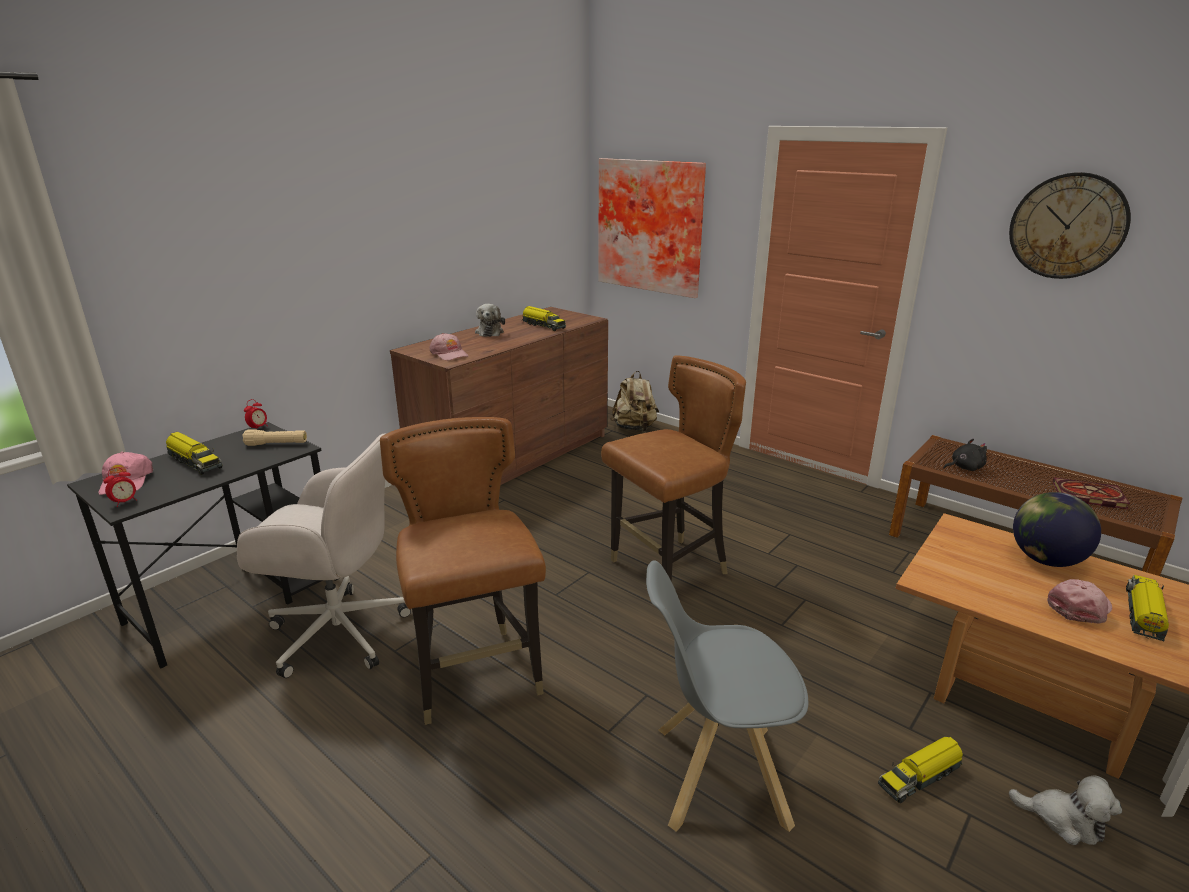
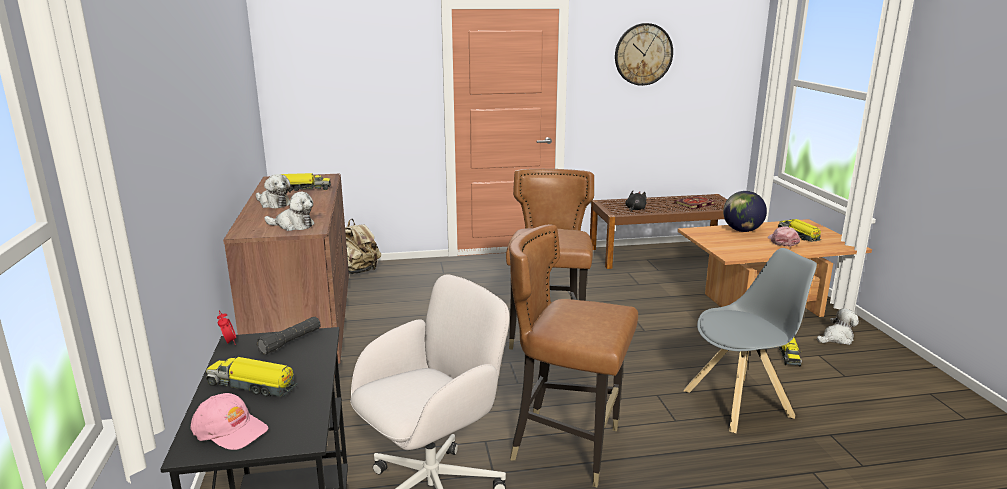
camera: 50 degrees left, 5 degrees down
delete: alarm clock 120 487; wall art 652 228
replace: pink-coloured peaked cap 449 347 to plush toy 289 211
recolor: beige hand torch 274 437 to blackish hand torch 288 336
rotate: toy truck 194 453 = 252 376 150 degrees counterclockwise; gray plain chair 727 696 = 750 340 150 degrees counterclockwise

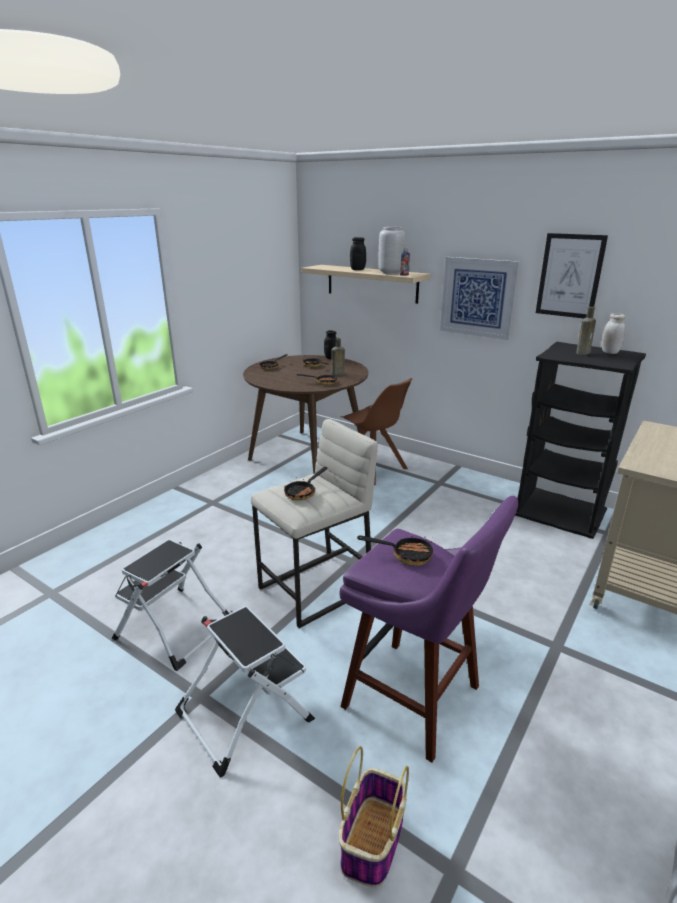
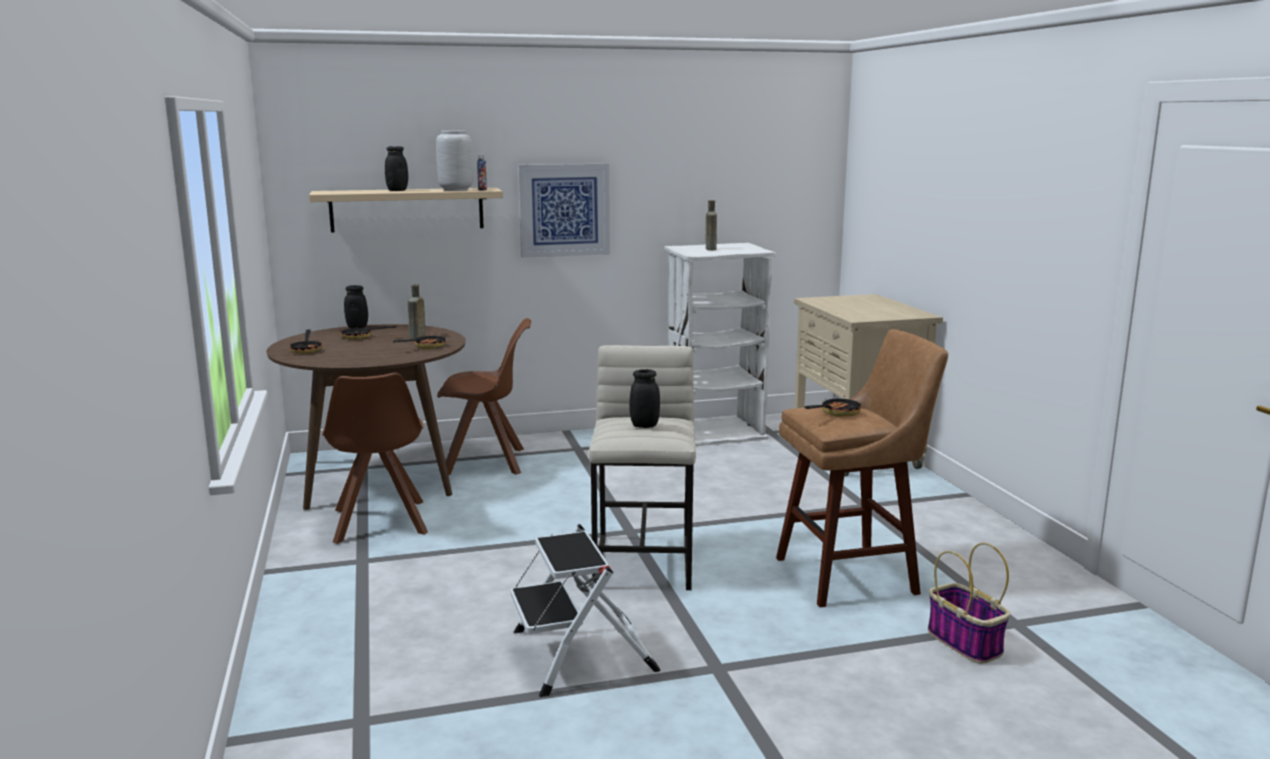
camera: 50 degrees left, 10 degrees down
delete: step ladder 245 692; wall art 572 275; white-coloured preserve jar 613 333
insert: brown-coloured plain chair 375 458
replace: skillet 305 484 to blackish preserve jar 644 398
recolor: blackish bookshelf 580 440 to white-coloured bookshelf 720 344; purplish stool 428 629 to brown-coloured stool 862 468

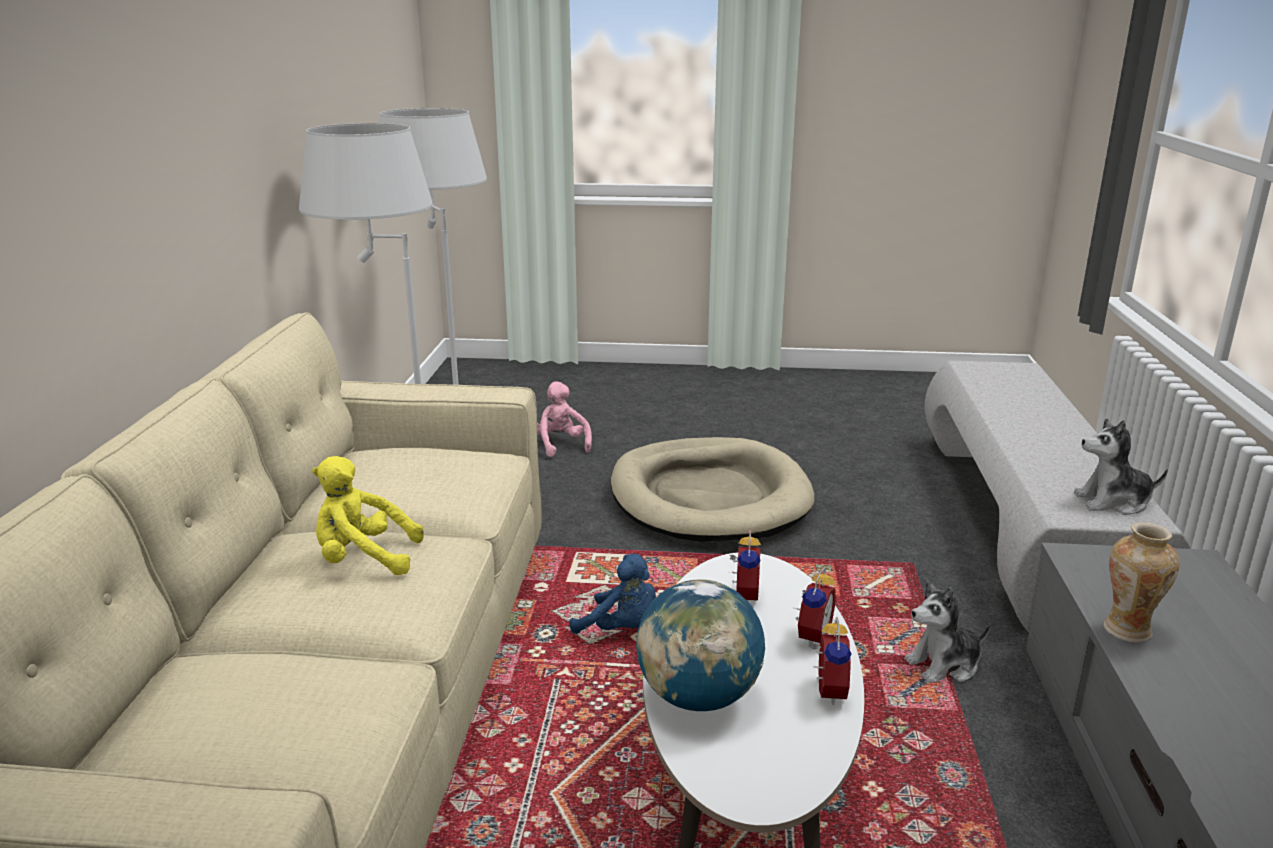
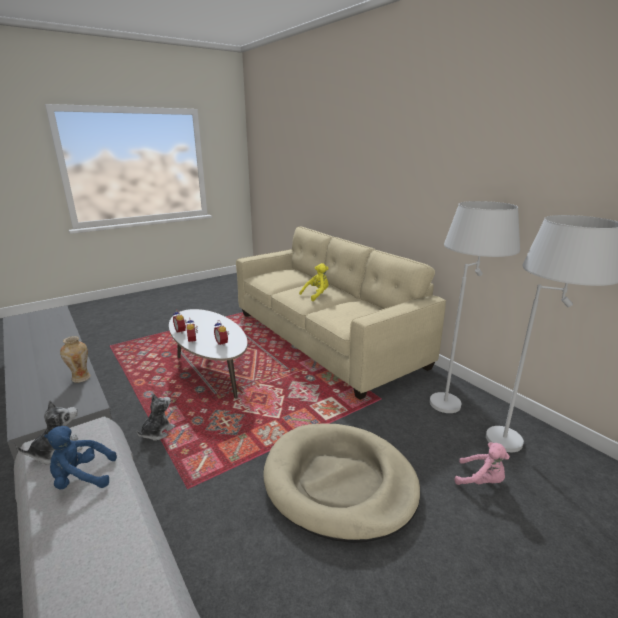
camera: 140 degrees right, 0 degrees up
delete: globe 700 645
move: blue plush toy 613 594 to 80 457

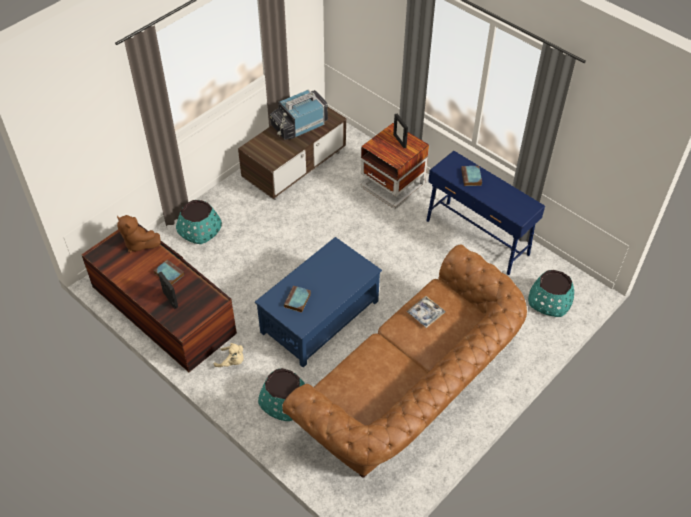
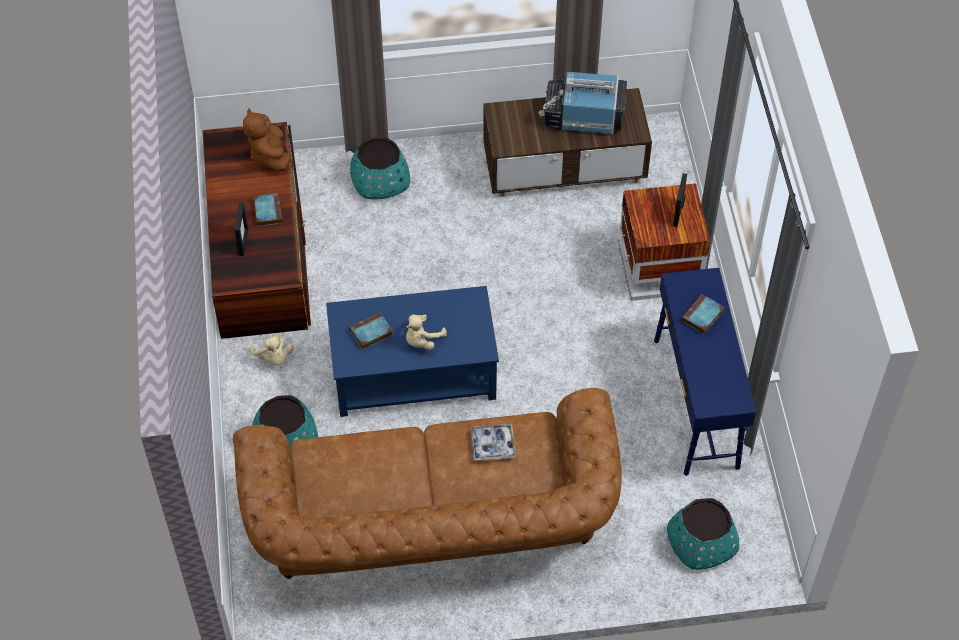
camera: 40 degrees right, 5 degrees up
insert: beige plush toy 426 332

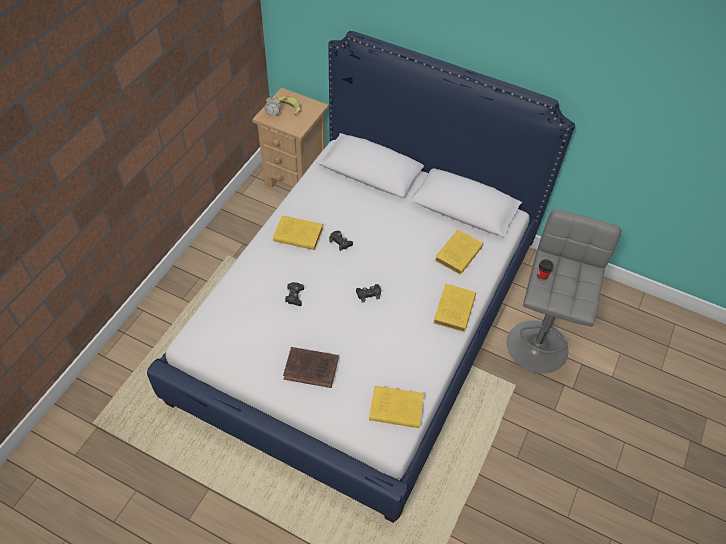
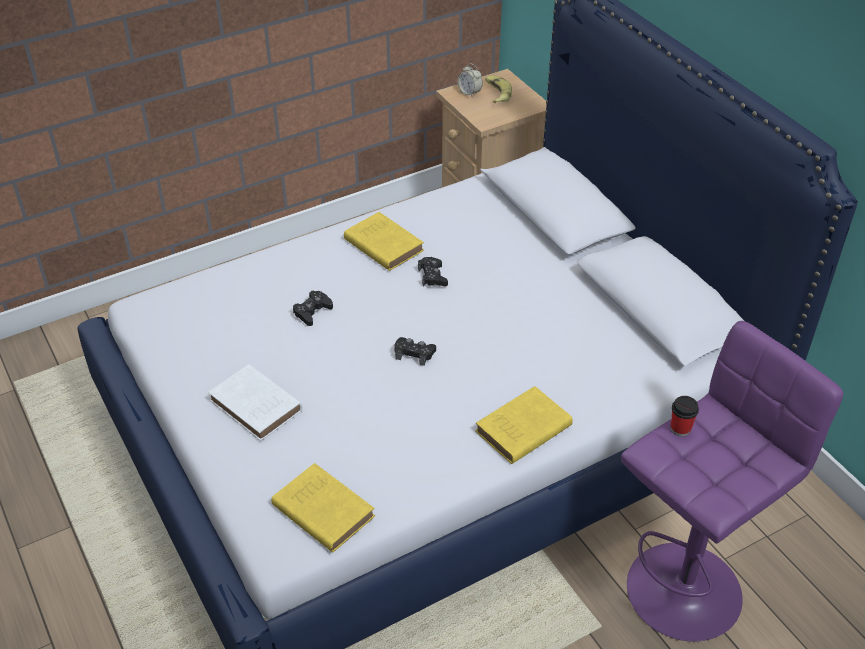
camera: 35 degrees right, 10 degrees down
delete: yellow volume 458 252
recolor: brown-coloured volume 311 367 to white-coloured volume 255 402; gray stool 564 292 to purplish stool 732 481

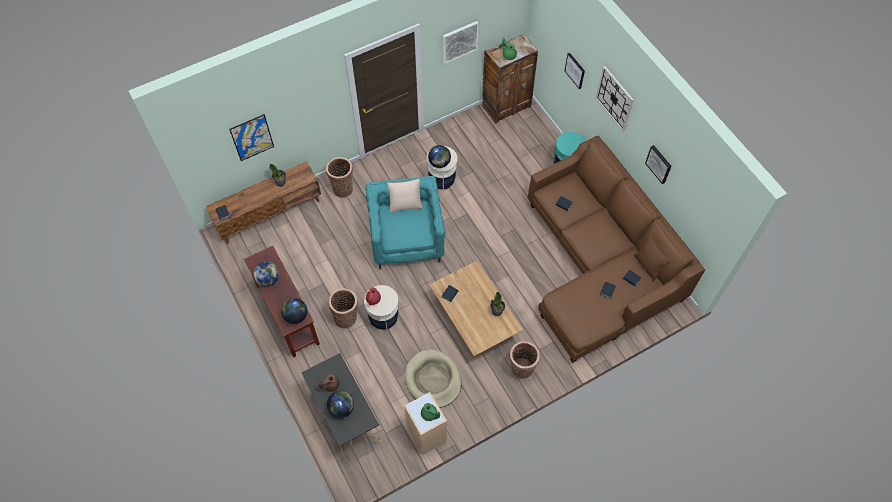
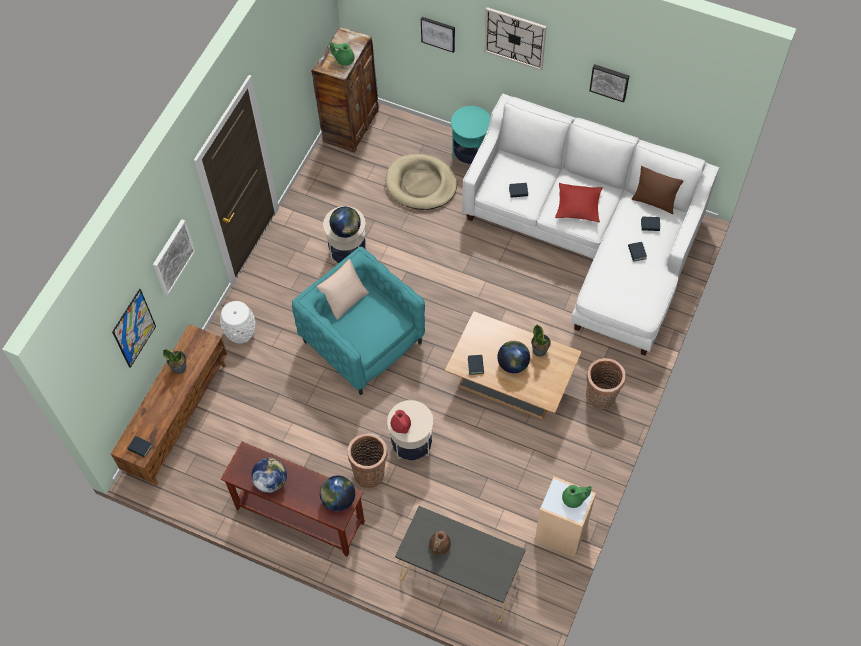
camera: 35 degrees left, 0 degrees up
insert: red-coloured cushion 578 203
move: wall art 461 42 to 174 257; beige dog cushion 433 378 to 421 182; globe 340 404 to 513 357
replace: basket 339 177 to white-coloured stool 237 322
recolor: brown-coloured settee 616 249 to white-coloured settee 590 225

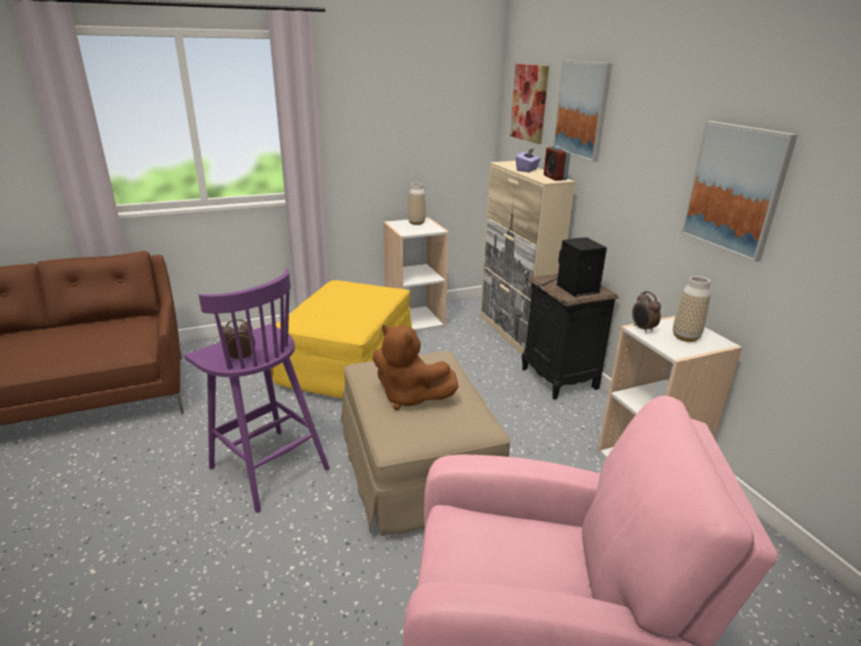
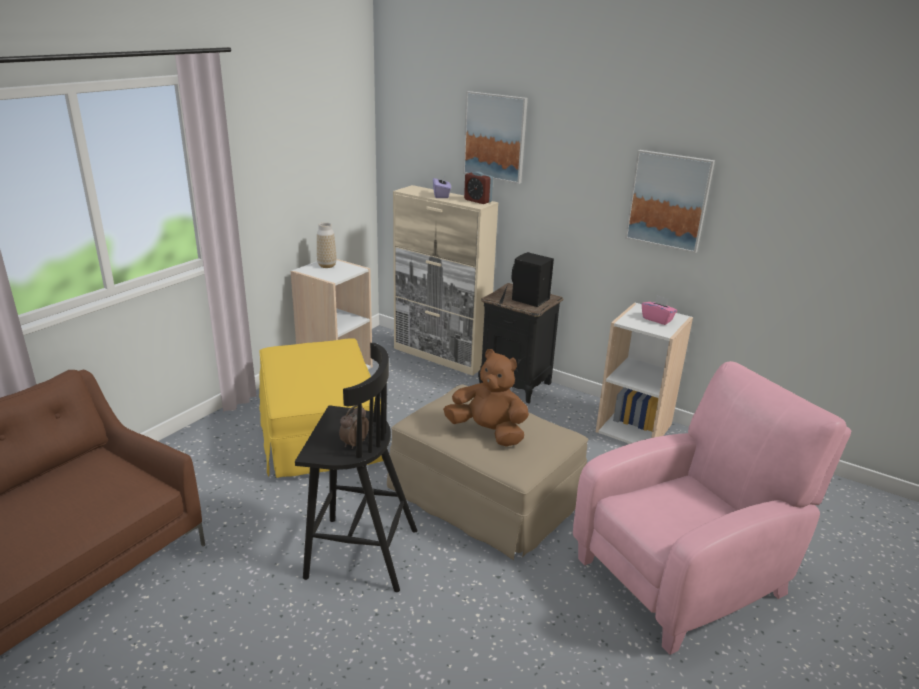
camera: 35 degrees left, 0 degrees up
delete: wall art 529 104; alarm clock 646 312
replace: flower vase 692 309 to pink-coloured box of tissues 659 310
recolor: purplish stool 257 390 to blackish stool 356 467
rotate: brown-coloured plush toy 415 367 = 486 397 150 degrees counterclockwise

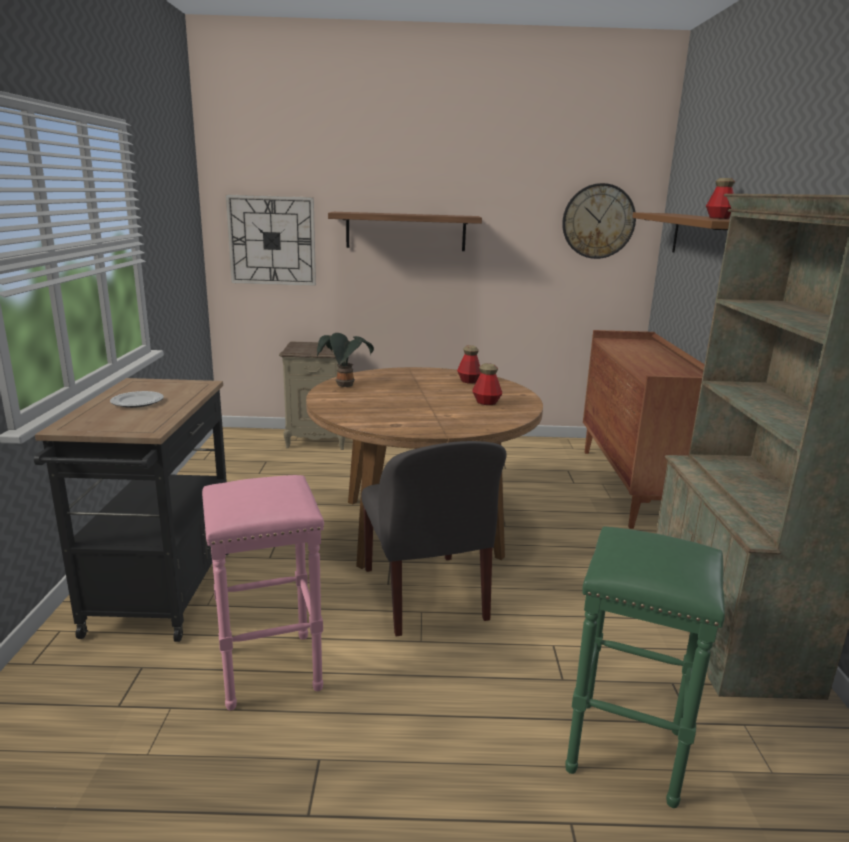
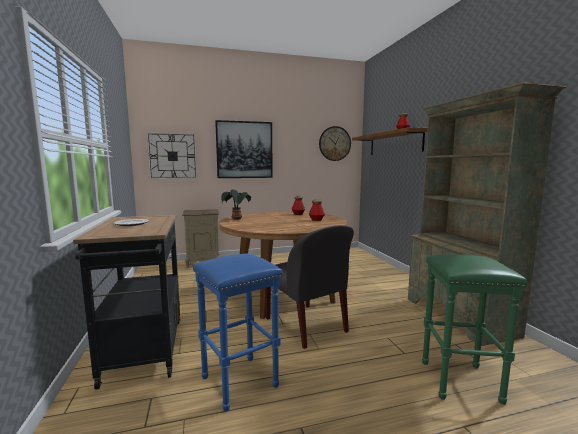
camera: 15 degrees left, 10 degrees down
delete: brown-coloured cabinet 643 429
replace: wall shelf 405 231 to wall art 244 149
recolor: pink-coloured stool 263 592 to blue stool 237 333

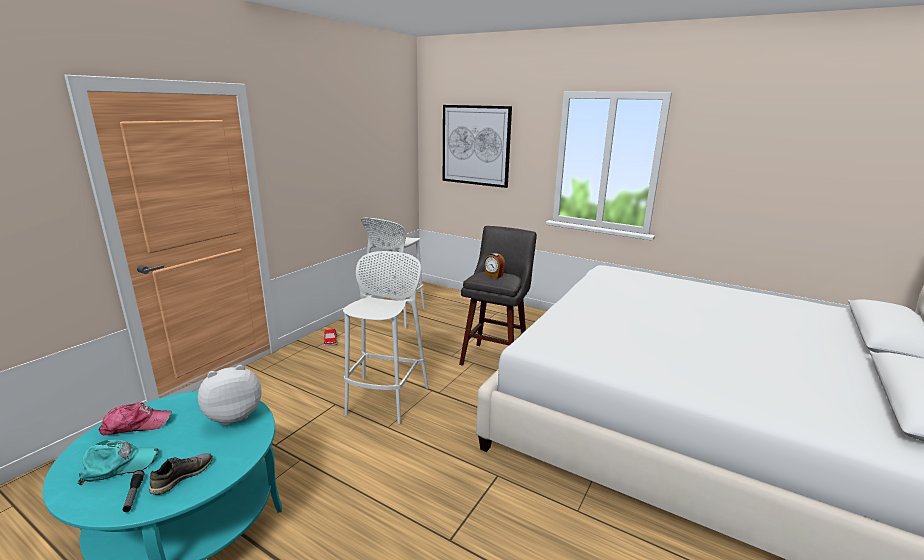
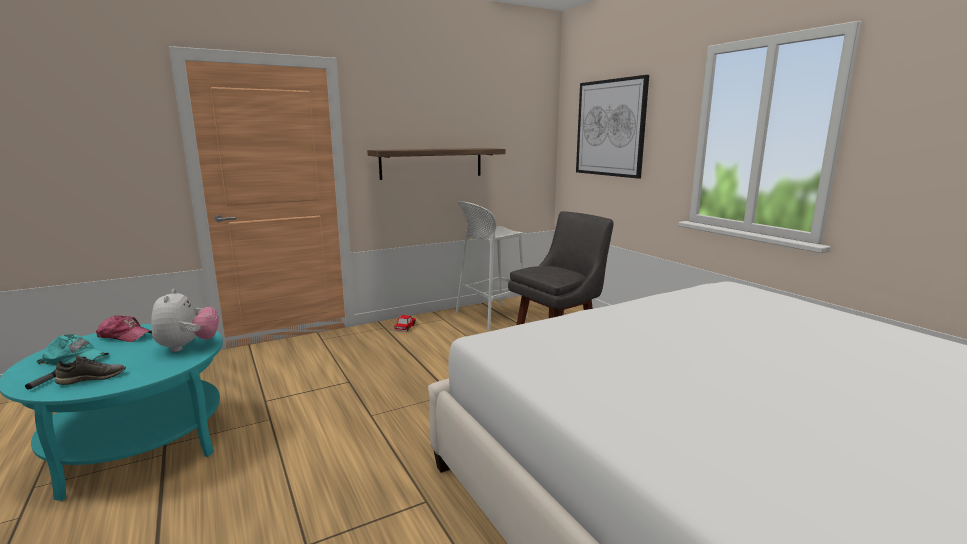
camera: 30 degrees right, 5 degrees down
delete: white-coloured stool 386 337; alarm clock 494 266
insert: wall shelf 436 164
rotate: plush toy 230 395 = 185 320 75 degrees clockwise

